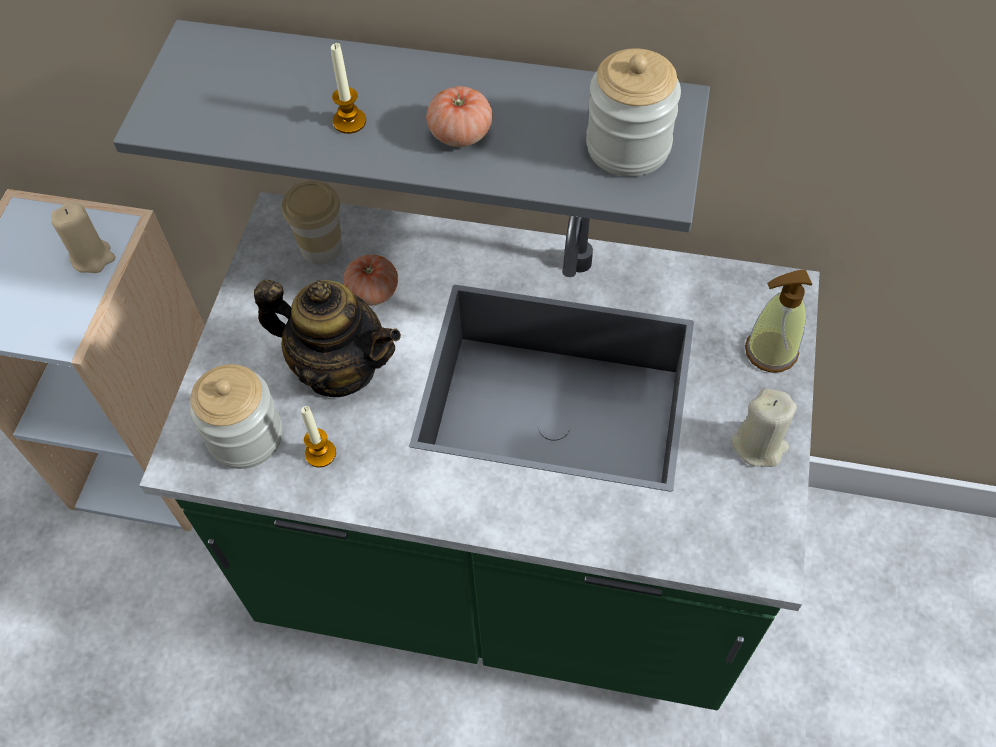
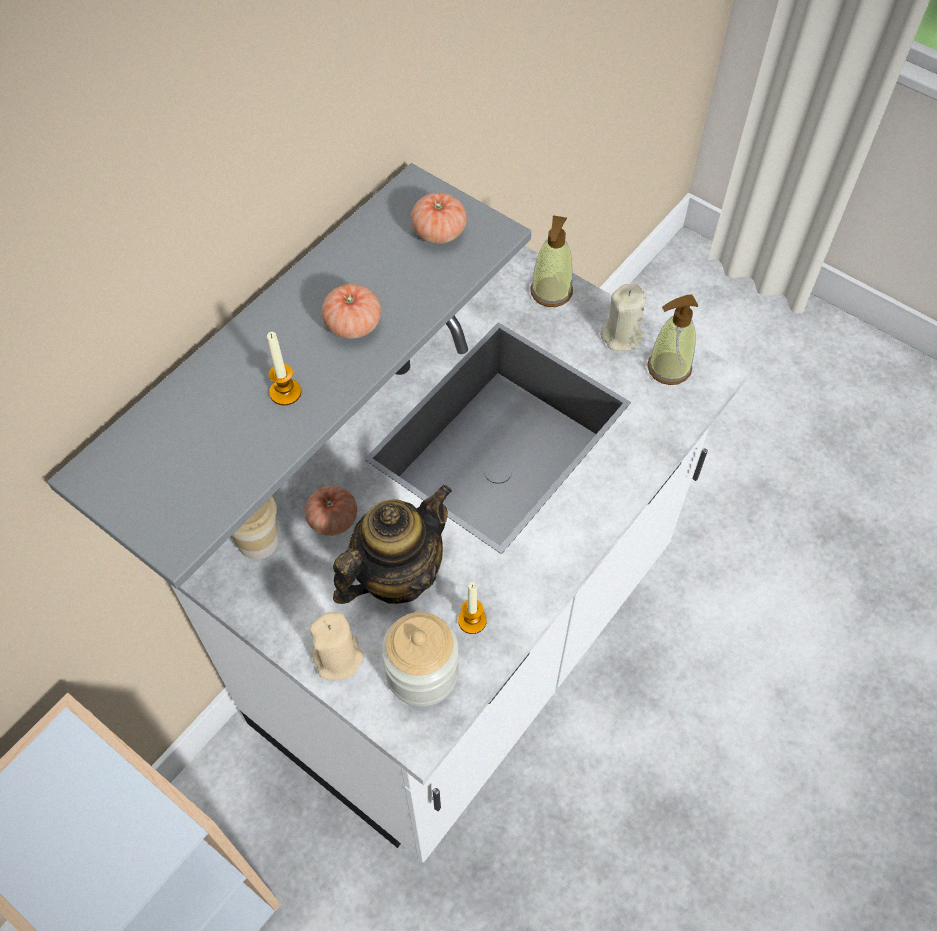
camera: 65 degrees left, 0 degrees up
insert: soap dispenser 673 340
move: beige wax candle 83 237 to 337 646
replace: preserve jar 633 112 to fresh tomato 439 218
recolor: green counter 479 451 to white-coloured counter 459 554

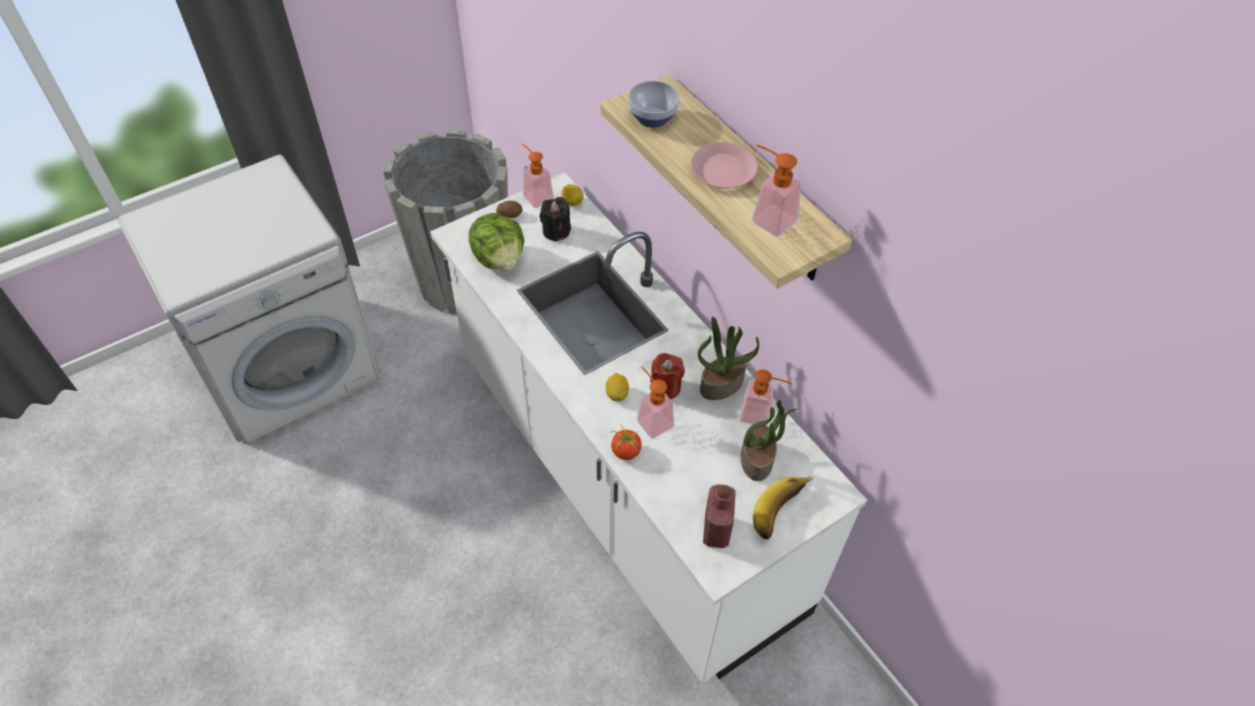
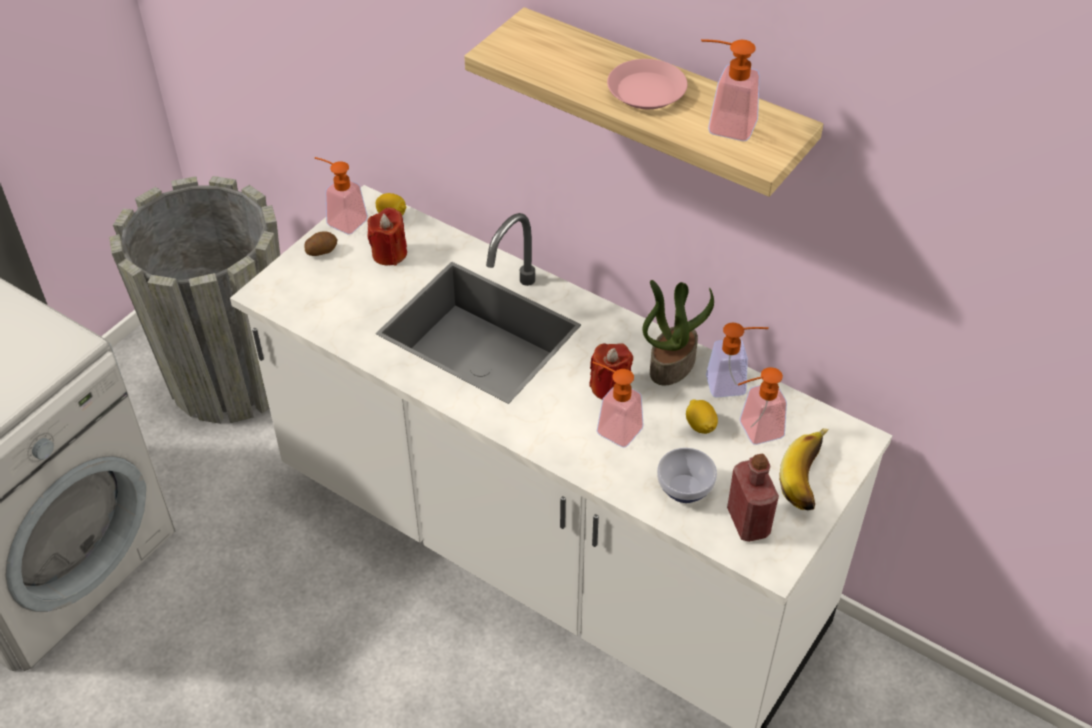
camera: 20 degrees left, 5 degrees down
delete: head of lettuce 496 242; fresh tomato 626 442
move: serving bowl 654 104 to 687 475; citrus fruit 617 387 to 702 416
replace: plant in a pot 769 440 to soap dispenser 762 406
recolor: blackish wax candle 555 219 to red-coloured wax candle 387 236

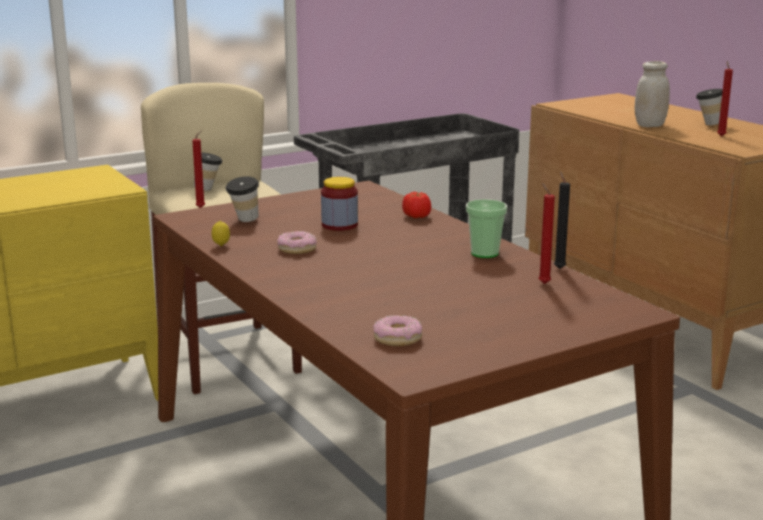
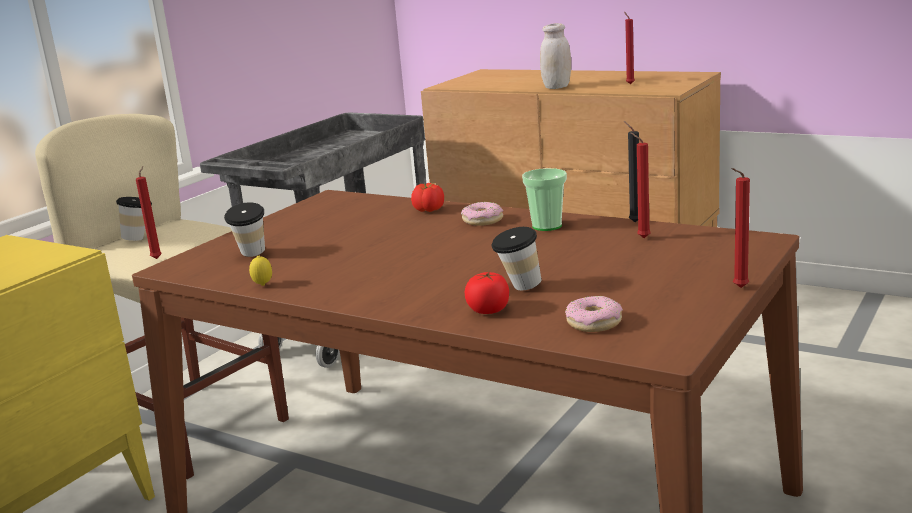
camera: 25 degrees left, 0 degrees up
delete: preserve jar 339 204
insert: fresh tomato 487 293; red-coloured wax candle 741 228
move: doughnut 297 242 to 482 214; small cup 709 107 to 516 258

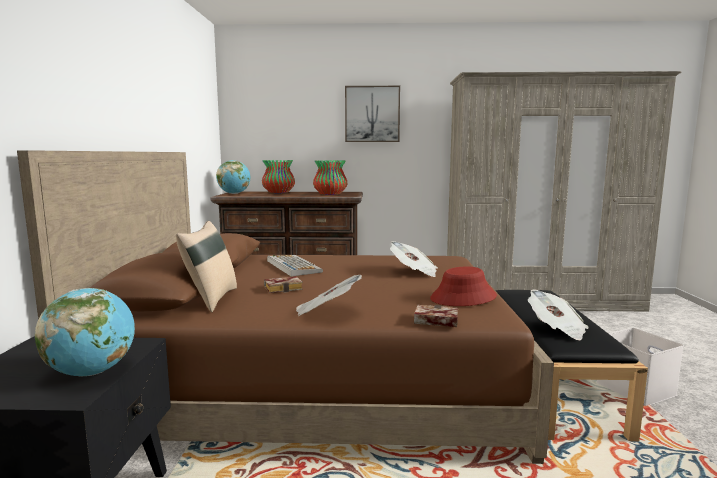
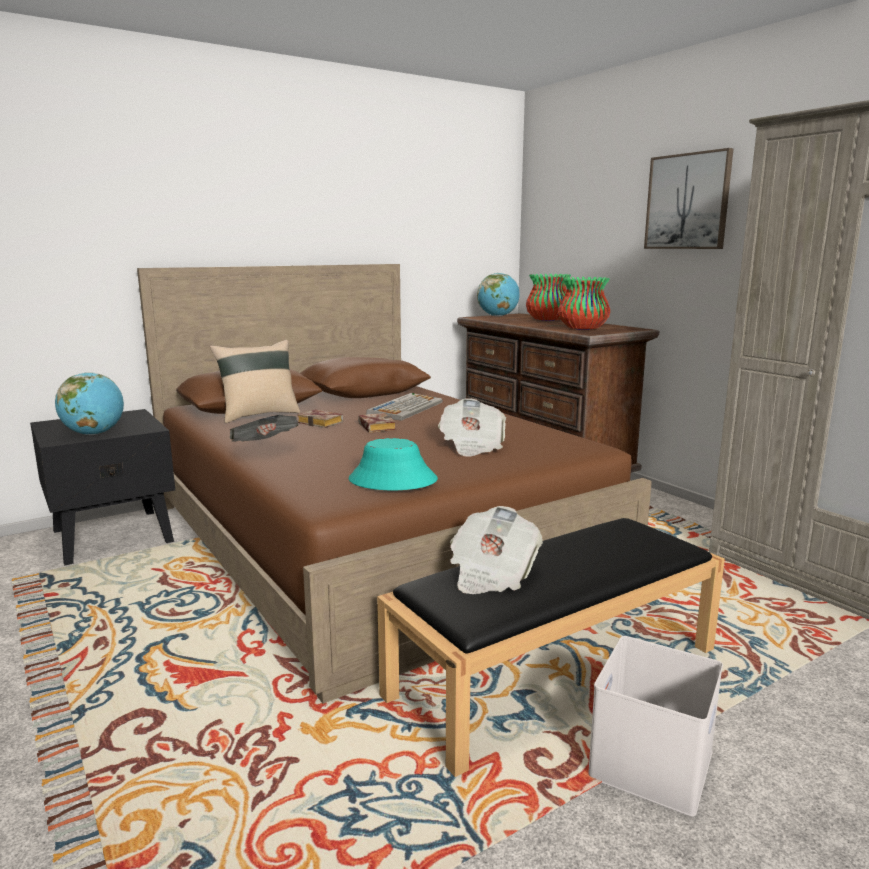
camera: 55 degrees right, 5 degrees up
move: volume 436 316 to 377 423
recolor: red-coloured wearable hat 463 286 to turquoise-coloured wearable hat 393 464

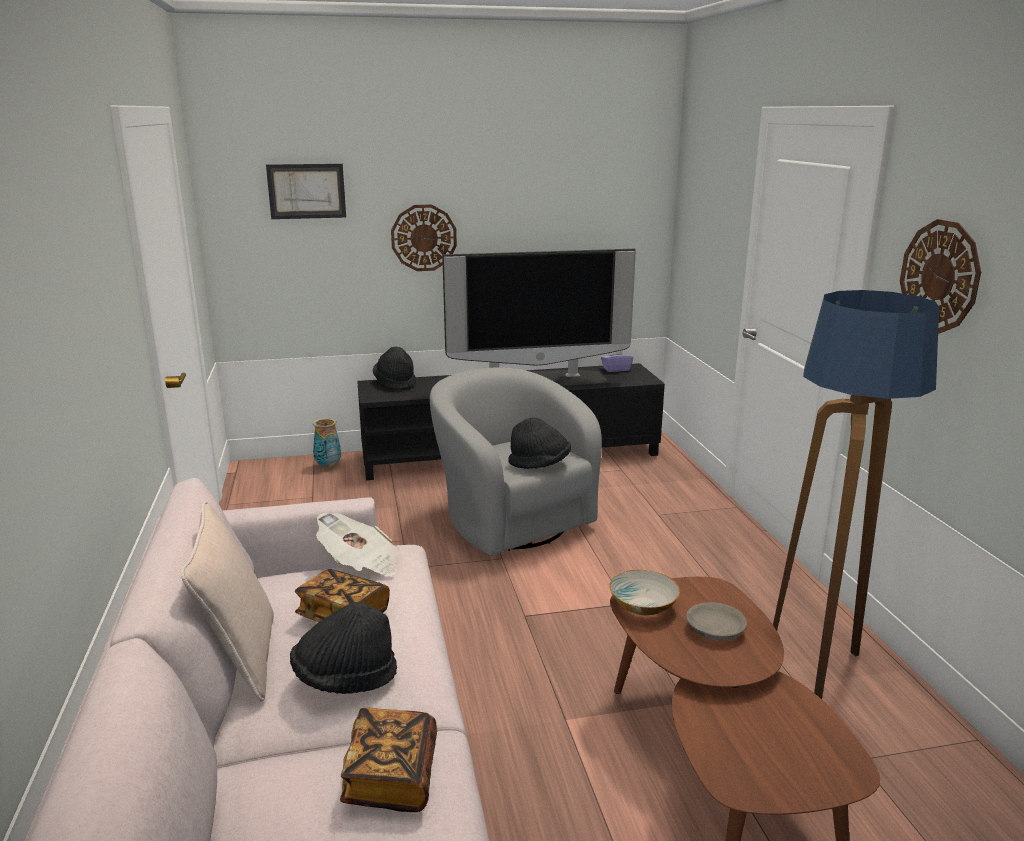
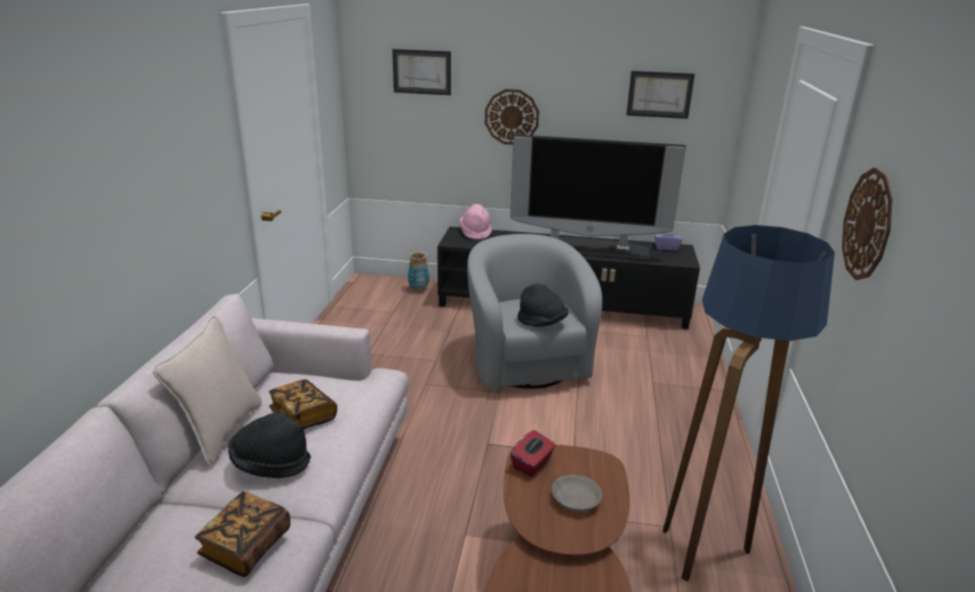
camera: 20 degrees right, 5 degrees up
delete: newspaper 357 545
insert: wall art 660 95
replace: serving bowl 644 592 to red-coloured box of tissues 533 453
recolor: blackish wearable hat 394 368 to pink-coloured wearable hat 476 222

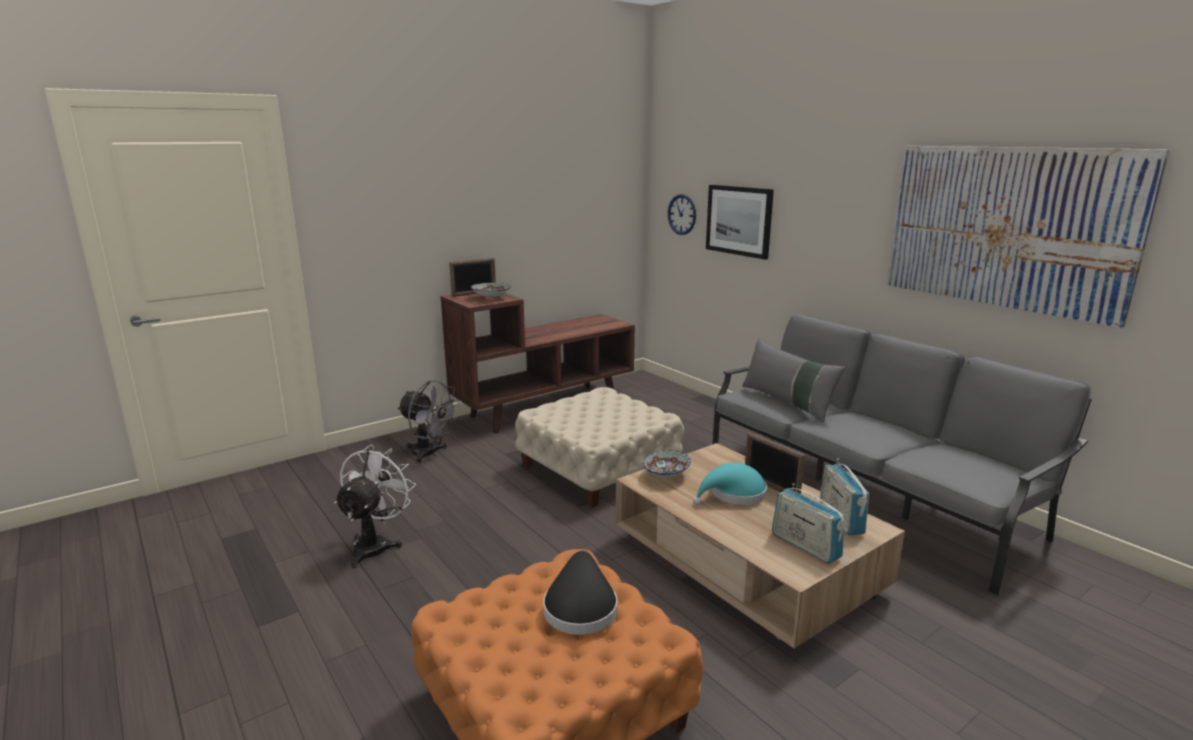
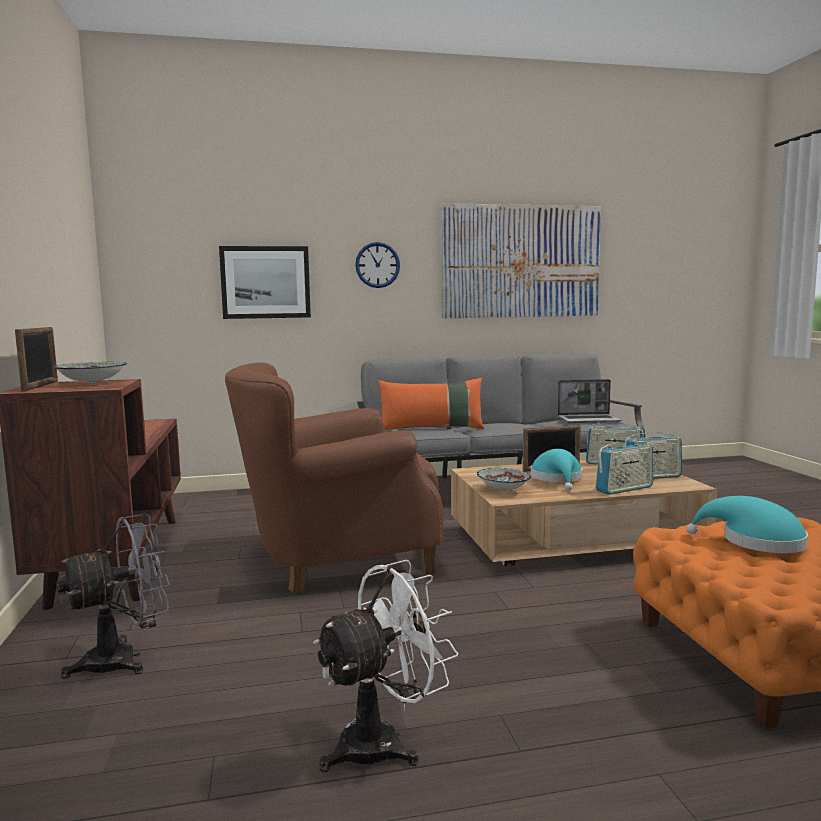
camera: 65 degrees left, 10 degrees down
insert: laptop 589 401; radio 624 467
move: hanging clock 682 214 to 377 265
replace: beige ottoman 599 447 to brown-coloured lounge chair 334 477
recolor: gray cushion 794 380 to orangey cushion 431 404; blackish wearable hat 580 593 to turquoise-coloured wearable hat 747 524
rotate: white-coloured cooling fan 375 506 = 385 666 105 degrees clockwise

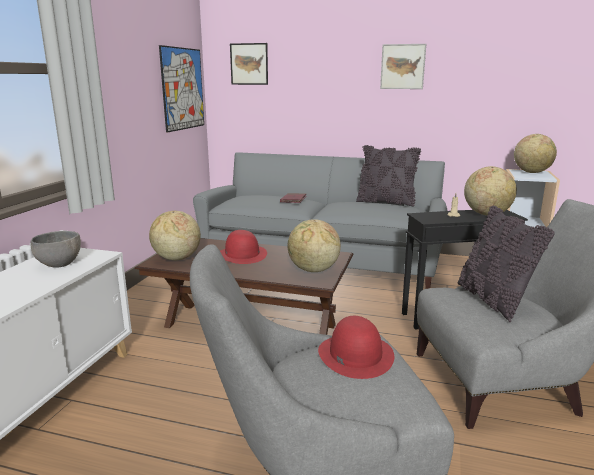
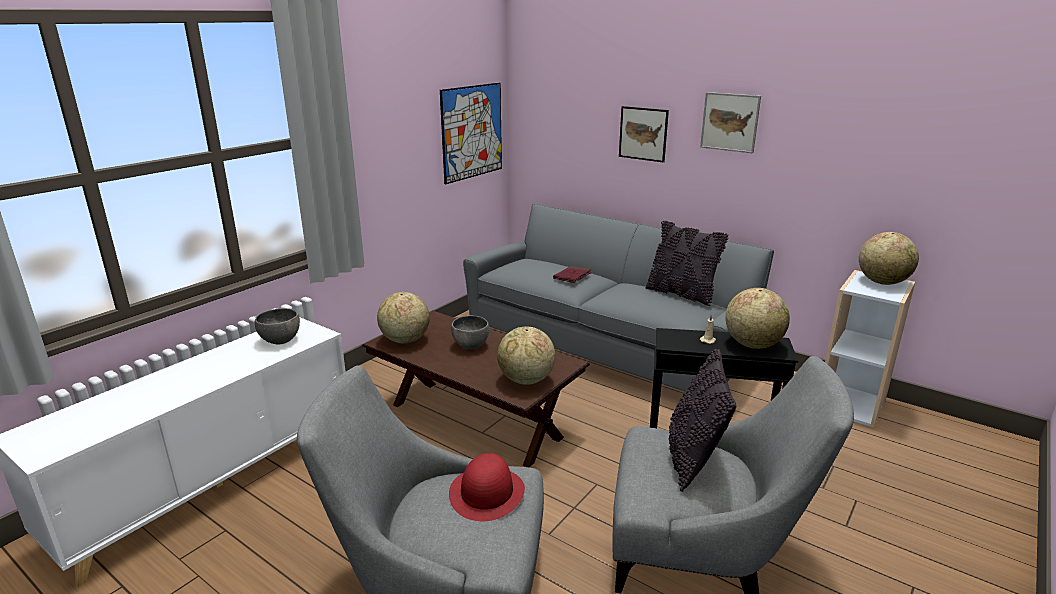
camera: 20 degrees right, 5 degrees up
move: wall art 249 64 to 644 134
replace: red-coloured wearable hat 243 247 to gray serving bowl 470 333

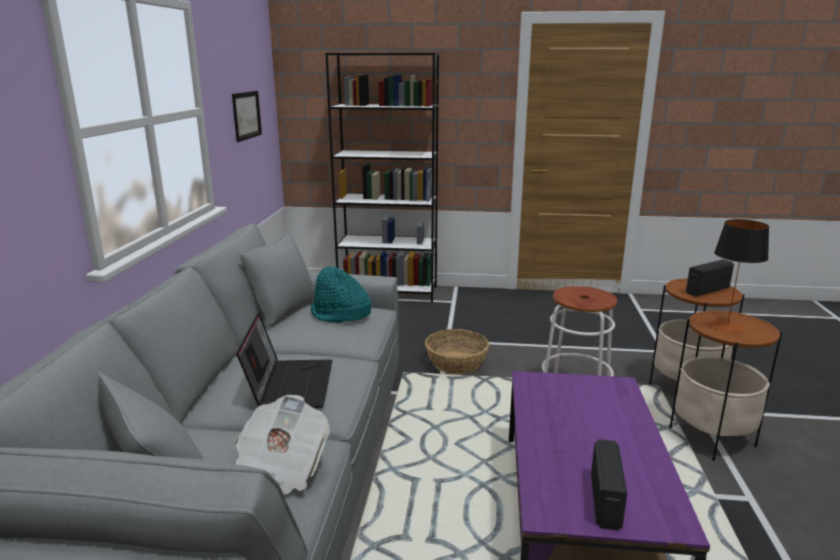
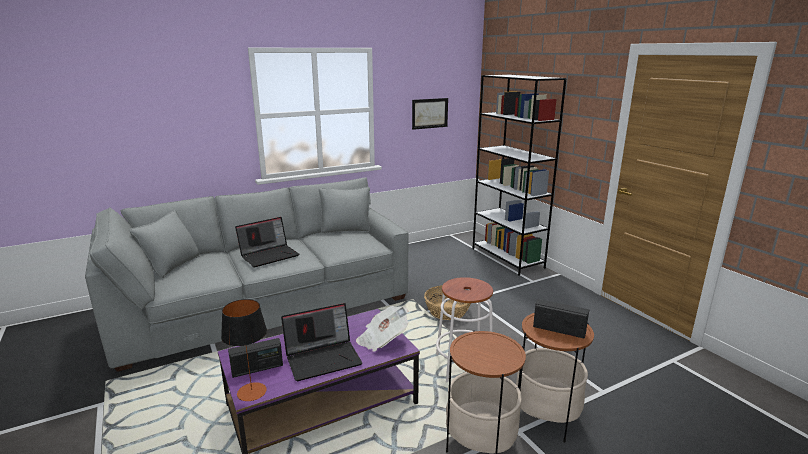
camera: 55 degrees right, 0 degrees up
delete: turquoise-coloured wearable hat 341 294
insert: laptop 321 342
move: tabletop lamp 739 276 to 244 350; newspaper 282 444 to 382 329

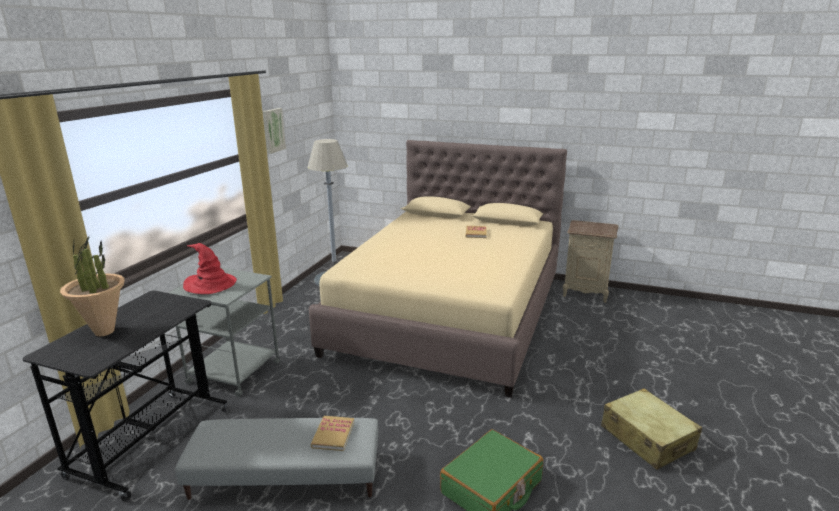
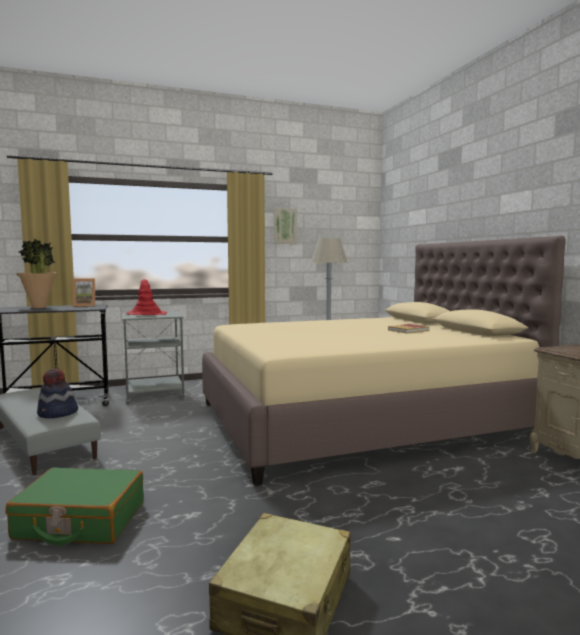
camera: 50 degrees right, 15 degrees down
insert: standing frame 84 292
replace: volume 332 433 to wearable hat 57 393

